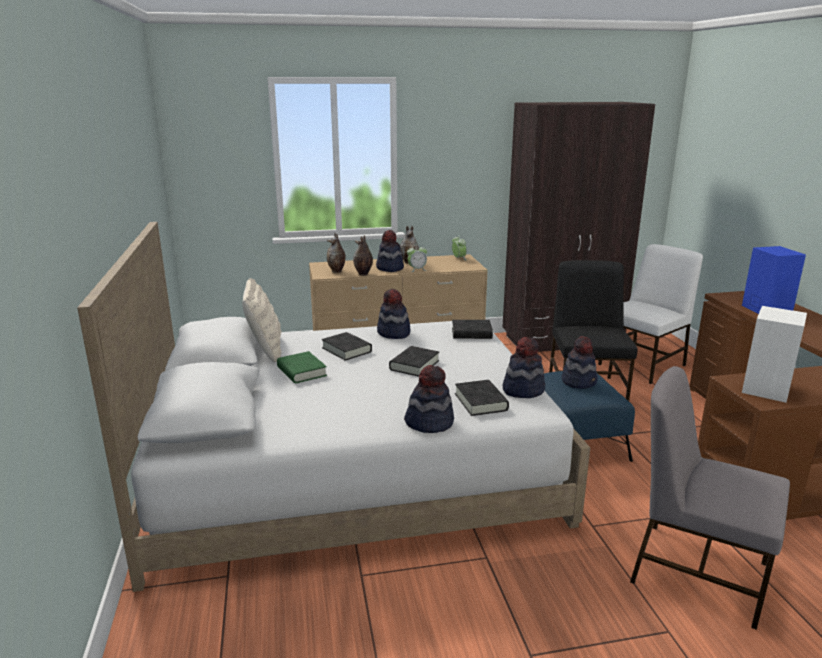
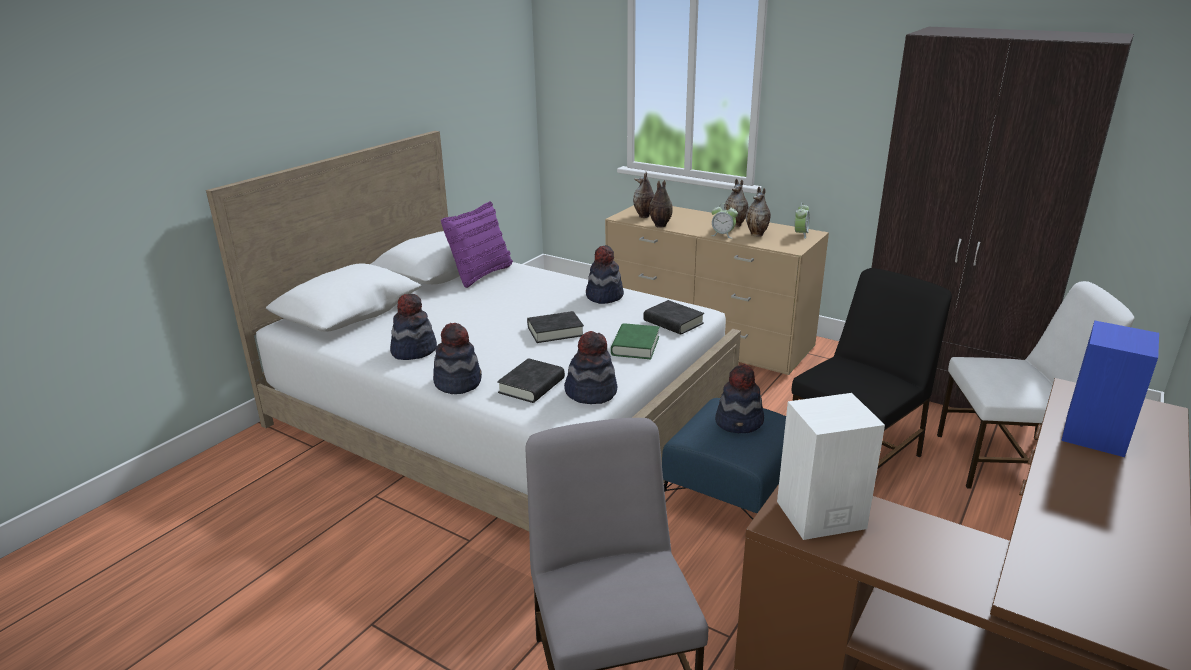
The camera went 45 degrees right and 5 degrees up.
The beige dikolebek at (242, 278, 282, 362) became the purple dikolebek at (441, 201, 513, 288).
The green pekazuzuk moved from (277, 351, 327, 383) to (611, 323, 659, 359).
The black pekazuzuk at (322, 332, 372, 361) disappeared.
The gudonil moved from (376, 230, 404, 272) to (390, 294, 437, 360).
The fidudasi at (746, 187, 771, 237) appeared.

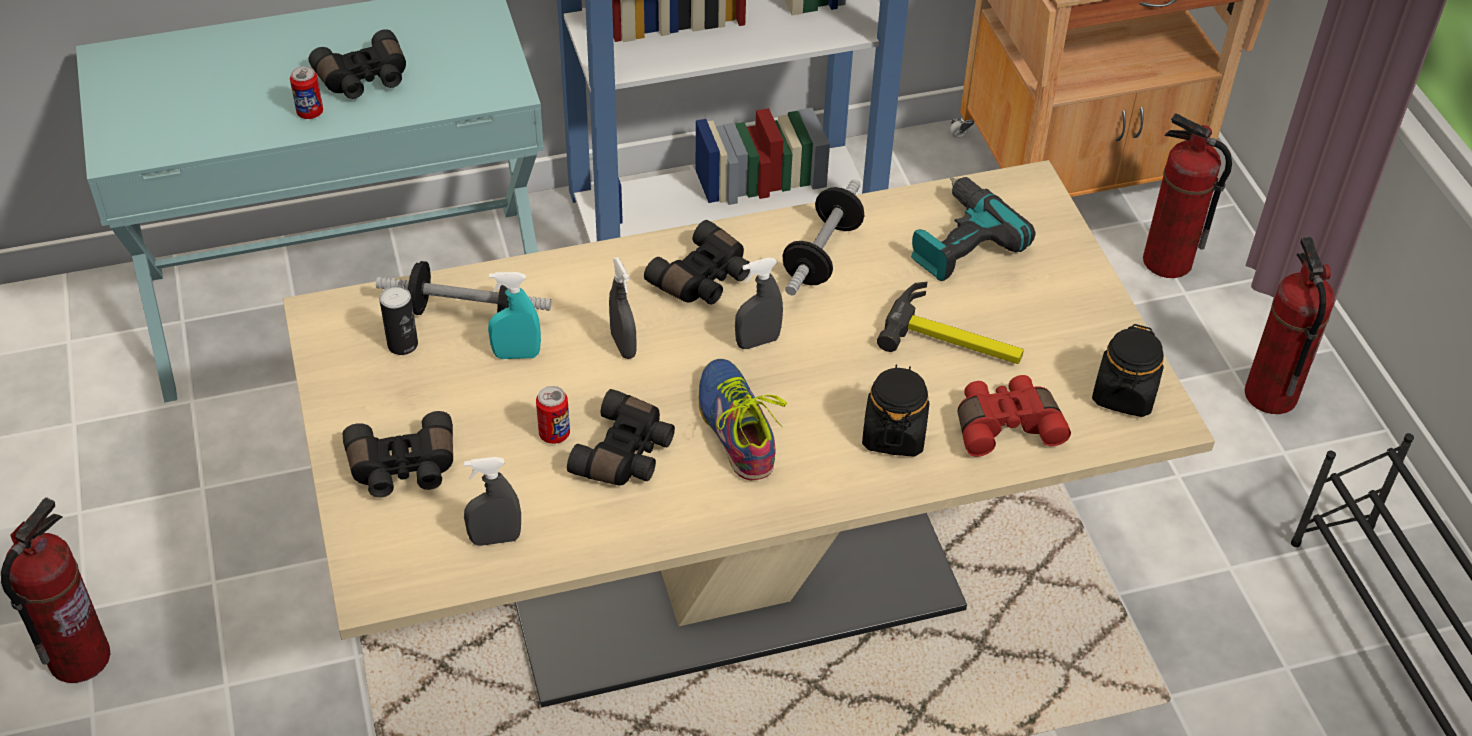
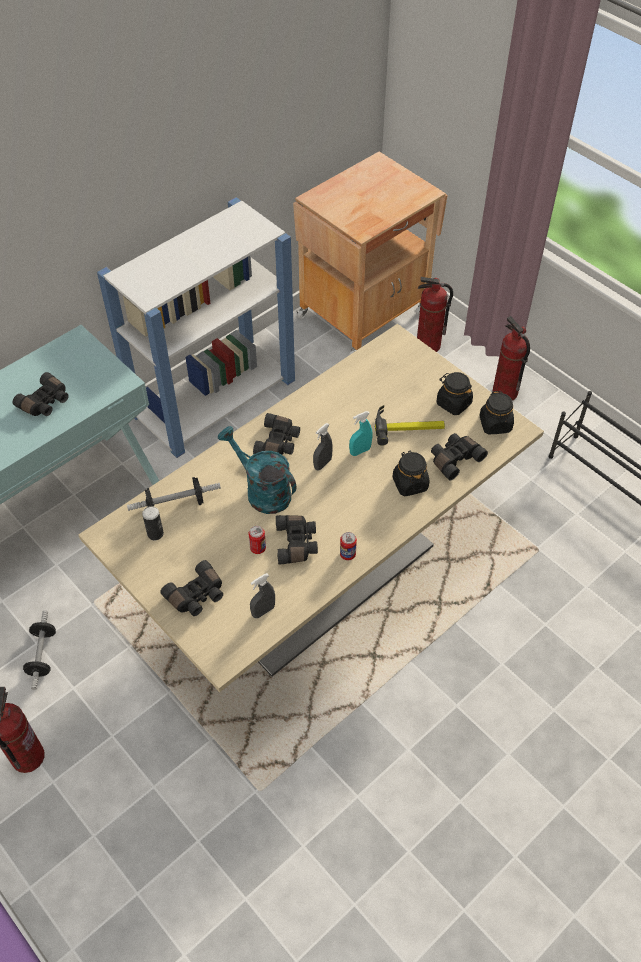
The camera went 25 degrees left and 5 degrees up.
The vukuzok moved from (290, 66, 323, 119) to (340, 532, 357, 560).
The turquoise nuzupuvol moved from (488, 272, 541, 359) to (349, 411, 372, 456).
The grey nuzupuvol at (609, 257, 637, 359) was replaced by the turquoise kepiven at (218, 426, 297, 514).
The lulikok at (699, 359, 787, 480) disappeared.
The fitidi moved from (782, 179, 864, 295) to (23, 611, 56, 690).
The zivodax at (911, 177, 1036, 281) disappeared.
The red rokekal at (958, 375, 1071, 457) became the black rokekal at (431, 433, 488, 480).
The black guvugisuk at (437, 372, 473, 415) appeared.

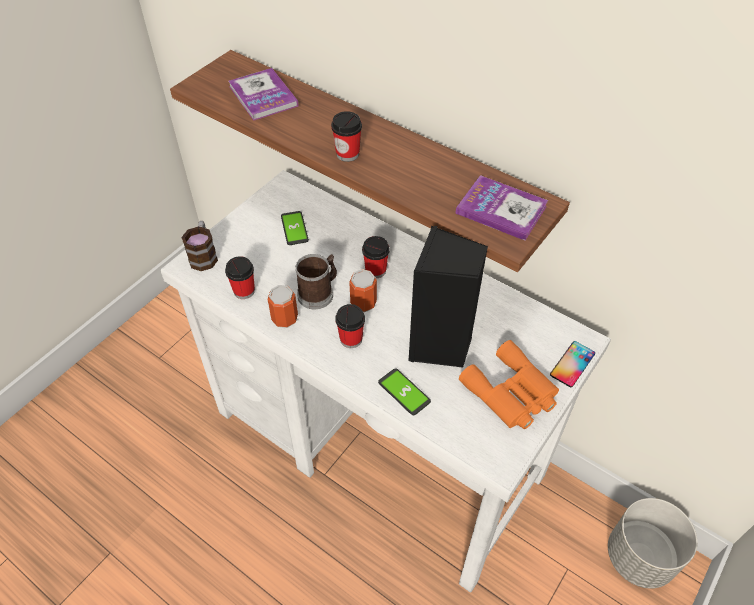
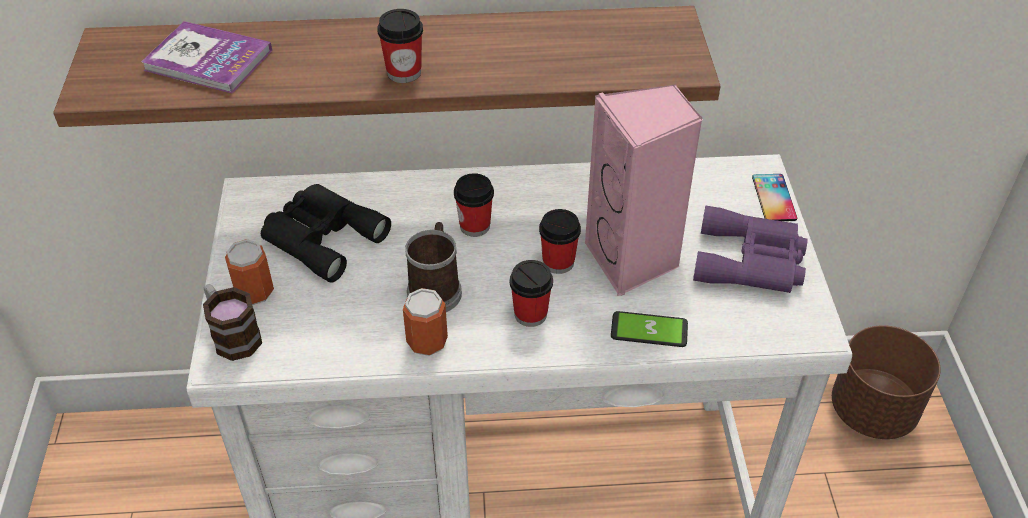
The camera went 40 degrees left and 5 degrees down.
The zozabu moved from (225, 256, 255, 299) to (539, 209, 581, 274).
The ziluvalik at (281, 211, 309, 245) was replaced by the black rokekal at (261, 184, 391, 283).
The vukuzok moved from (349, 269, 377, 312) to (225, 239, 274, 305).
The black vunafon at (409, 226, 488, 367) became the pink vunafon at (585, 84, 703, 296).
The pekazuzuk at (456, 175, 548, 241) disappeared.
The orange rokekal at (459, 340, 559, 429) became the purple rokekal at (693, 205, 808, 293).
The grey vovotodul at (608, 498, 697, 589) became the brown vovotodul at (832, 325, 941, 439).

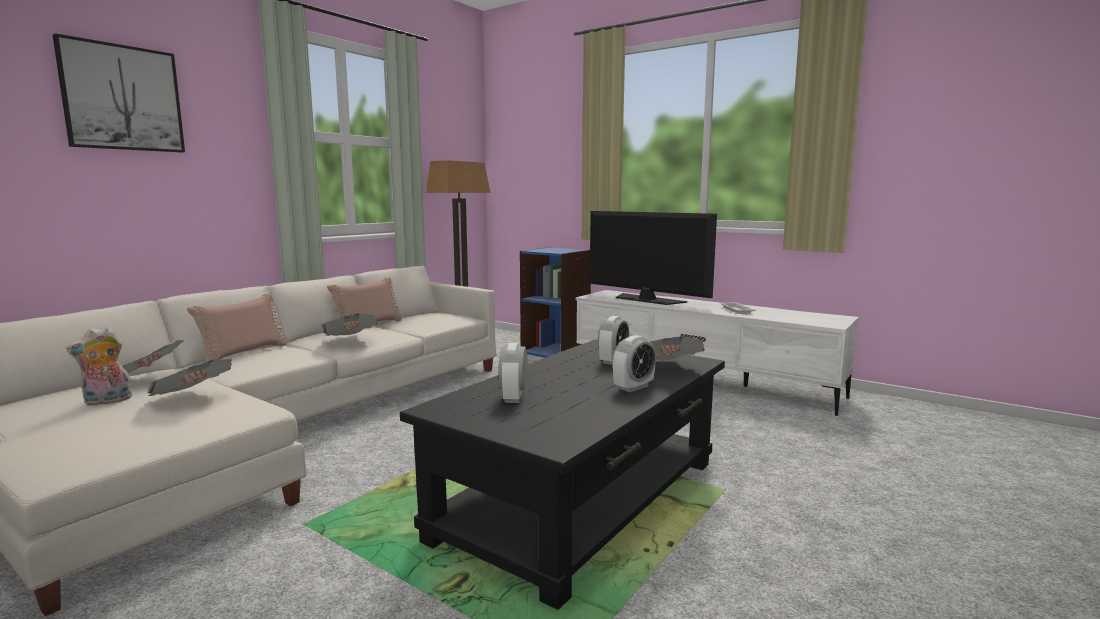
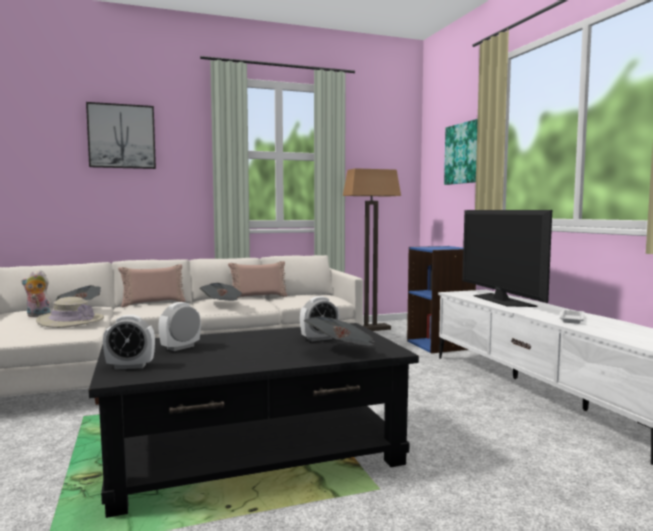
The camera went 35 degrees right and 5 degrees down.
The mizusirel at (147, 359, 232, 396) was replaced by the beige gudonil at (36, 297, 104, 328).
The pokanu moved from (613, 335, 656, 392) to (103, 315, 155, 369).
The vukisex at (444, 119, 478, 185) appeared.

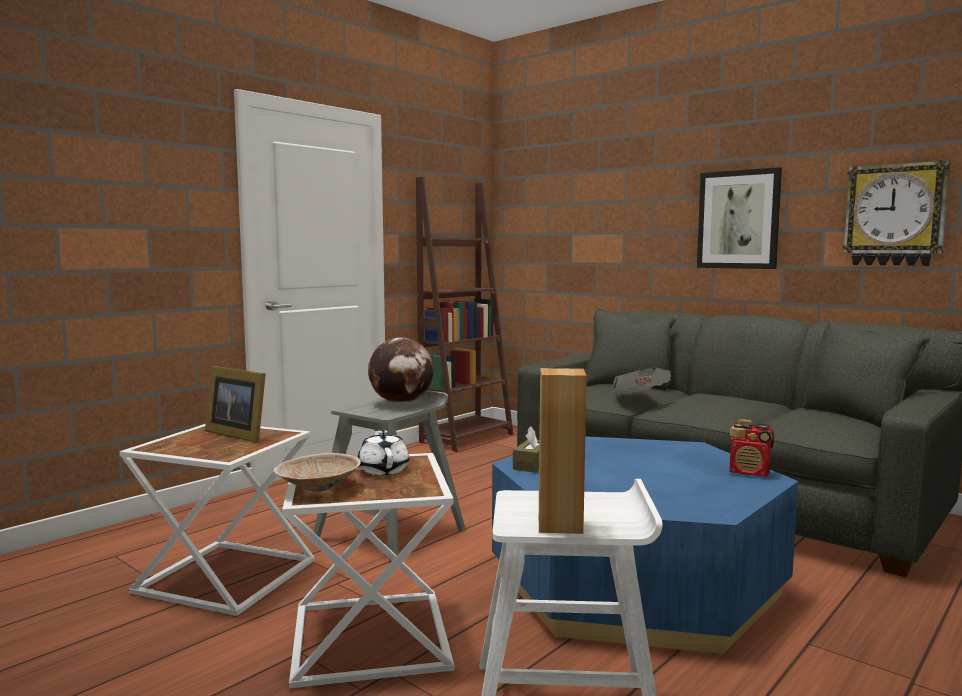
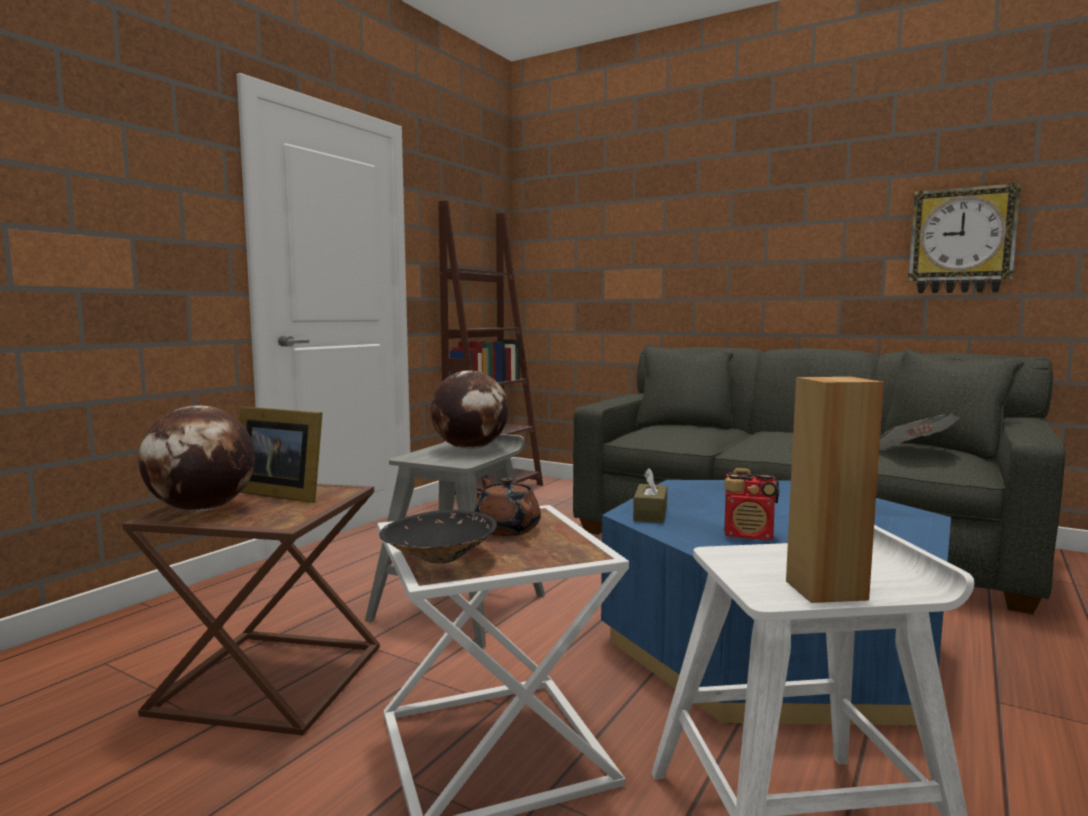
The camera went 10 degrees left and 0 degrees up.
The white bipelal at (120, 424, 315, 616) became the brown bipelal at (122, 484, 380, 736).
The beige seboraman at (273, 453, 361, 492) became the black seboraman at (379, 510, 497, 564).
The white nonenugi at (357, 429, 409, 475) became the brown nonenugi at (474, 477, 541, 536).
The mizusirel moved from (613, 368, 671, 392) to (880, 413, 960, 444).
The vukisex at (697, 167, 782, 269) disappeared.
The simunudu moved from (729, 419, 774, 477) to (724, 468, 779, 540).
The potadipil at (139, 405, 255, 512) appeared.

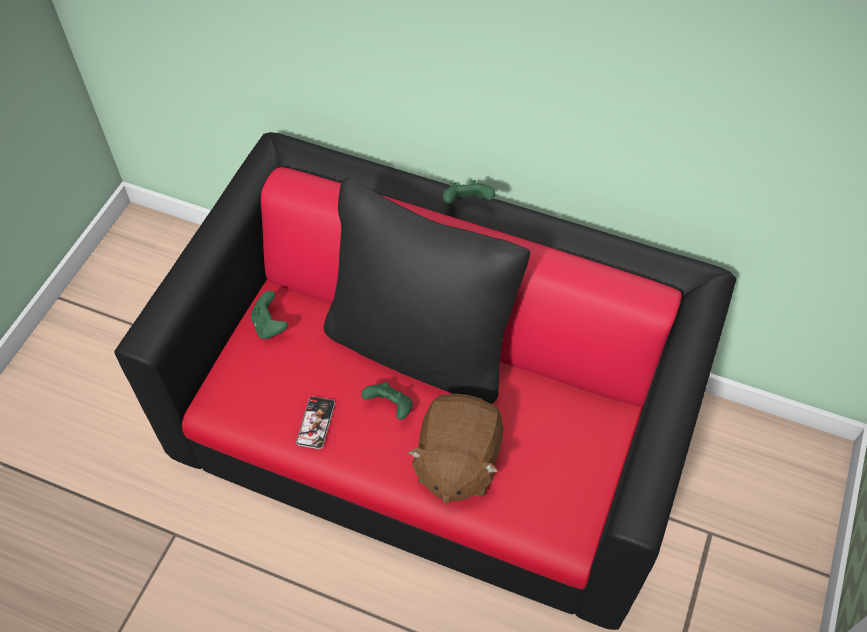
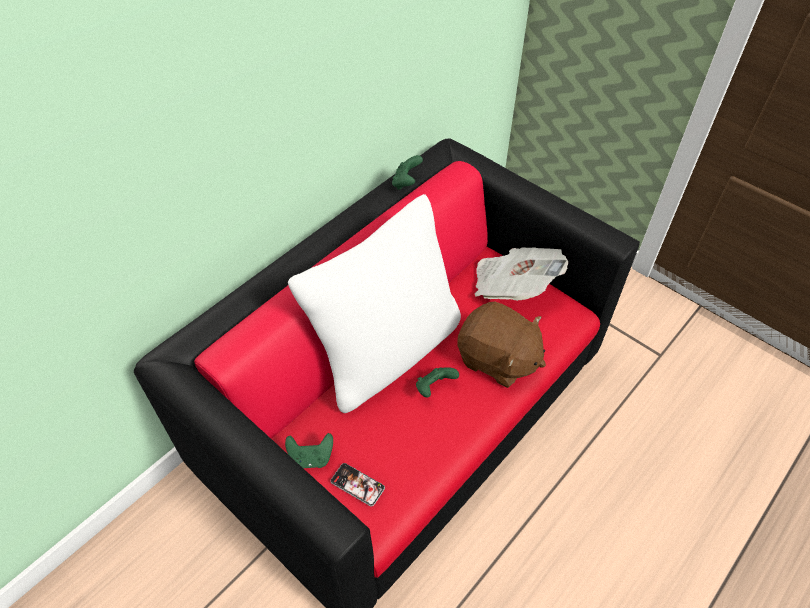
The camera went 70 degrees left and 5 degrees down.
The ziluvalik moved from (296, 396, 335, 449) to (330, 463, 385, 507).
The black dikolebek at (324, 178, 530, 404) became the white dikolebek at (288, 194, 461, 413).
The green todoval moved from (443, 180, 495, 204) to (392, 155, 423, 190).
The mizusirel at (475, 247, 568, 301) appeared.

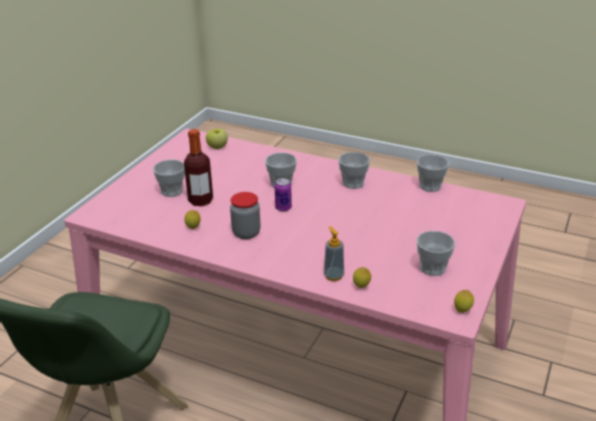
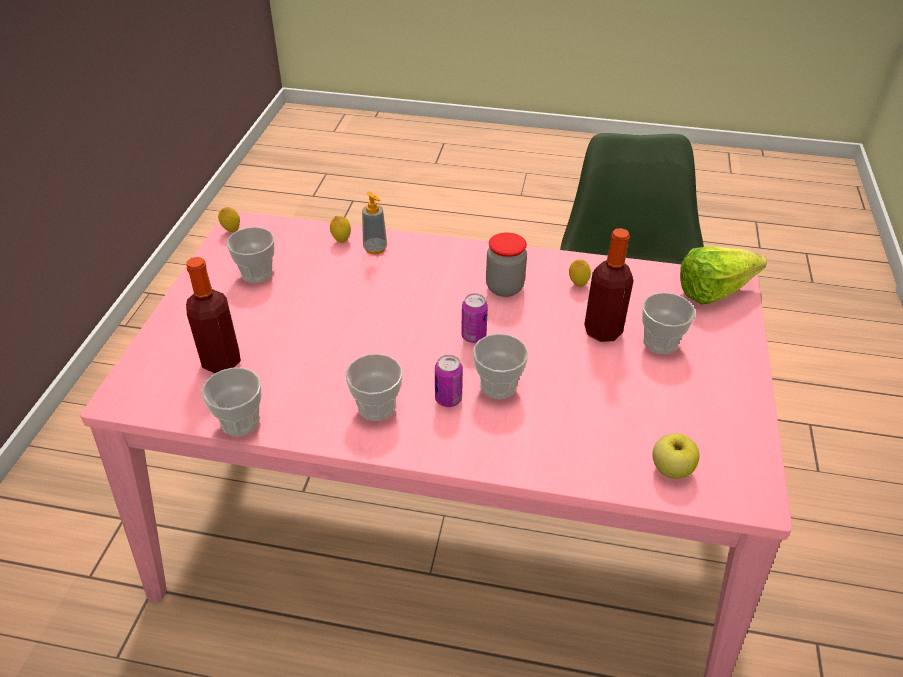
The camera went 165 degrees right and 10 degrees up.
The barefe at (186, 257, 241, 373) appeared.
The vukuzok at (435, 355, 463, 407) appeared.
The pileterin at (680, 247, 767, 305) appeared.

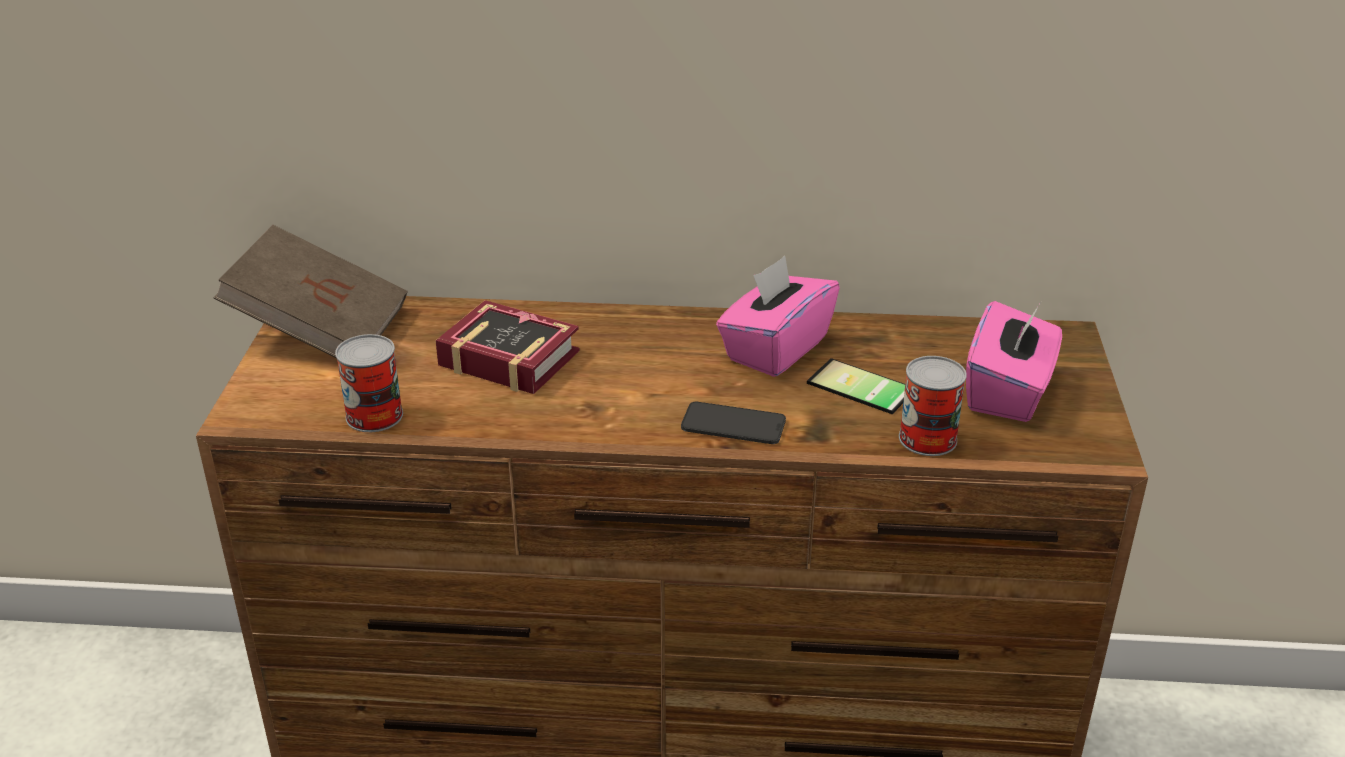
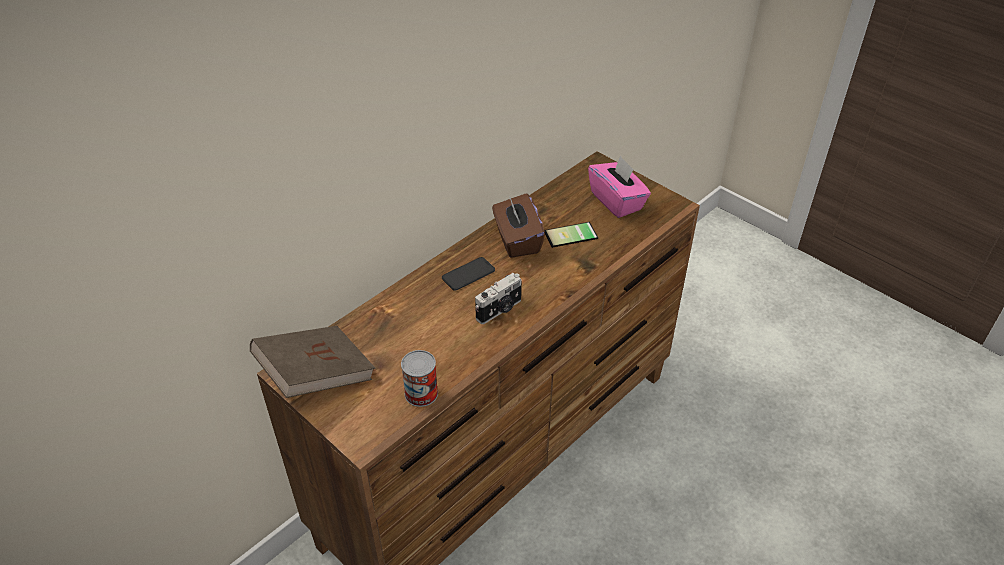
The camera went 50 degrees left and 10 degrees up.
The pekazuzuk at (435, 300, 580, 394) disappeared.
The ziluvalik moved from (681, 402, 786, 444) to (442, 257, 495, 291).
The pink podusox at (716, 256, 840, 377) became the brown podusox at (492, 193, 545, 258).
The vukuzok at (899, 356, 967, 456) disappeared.
The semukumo at (475, 273, 522, 324) appeared.

